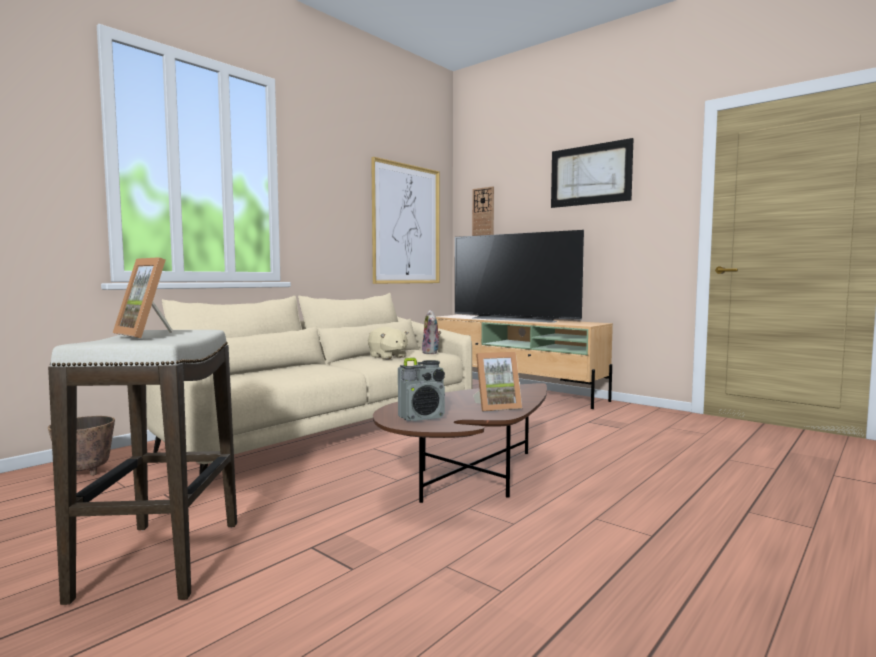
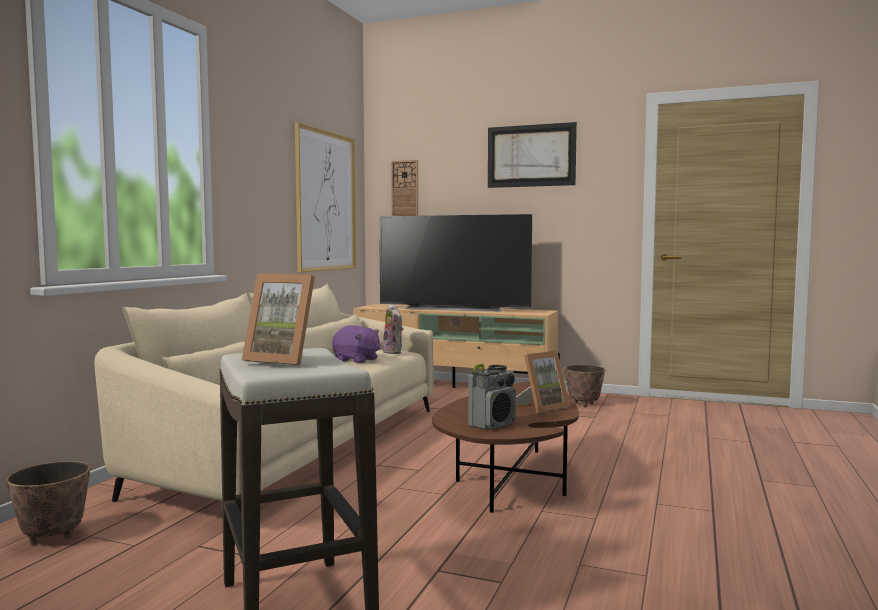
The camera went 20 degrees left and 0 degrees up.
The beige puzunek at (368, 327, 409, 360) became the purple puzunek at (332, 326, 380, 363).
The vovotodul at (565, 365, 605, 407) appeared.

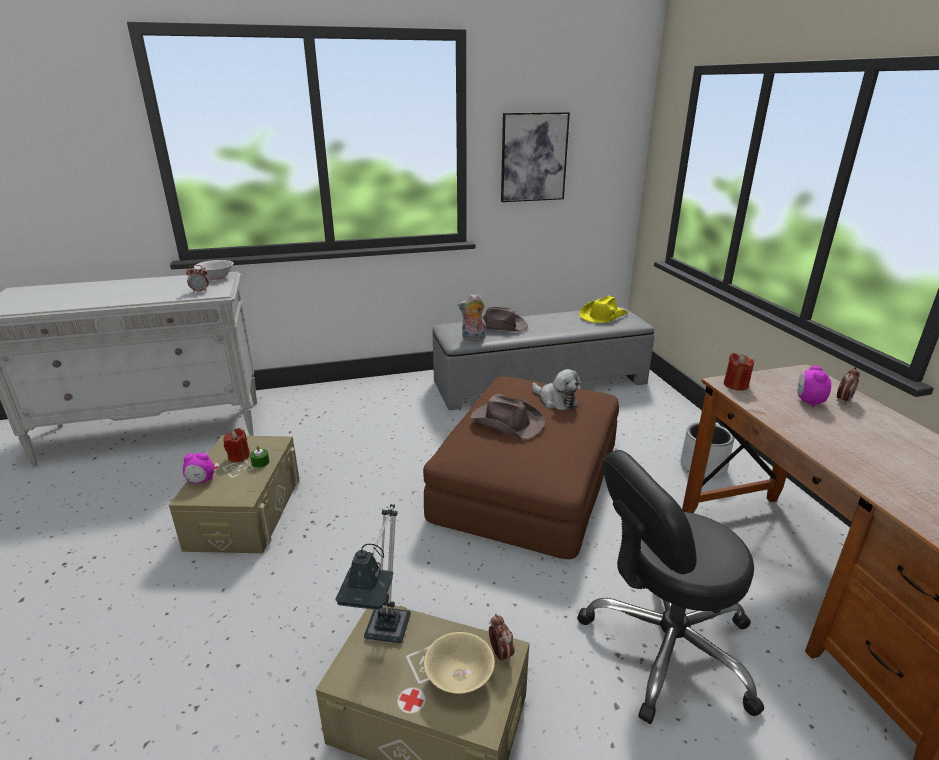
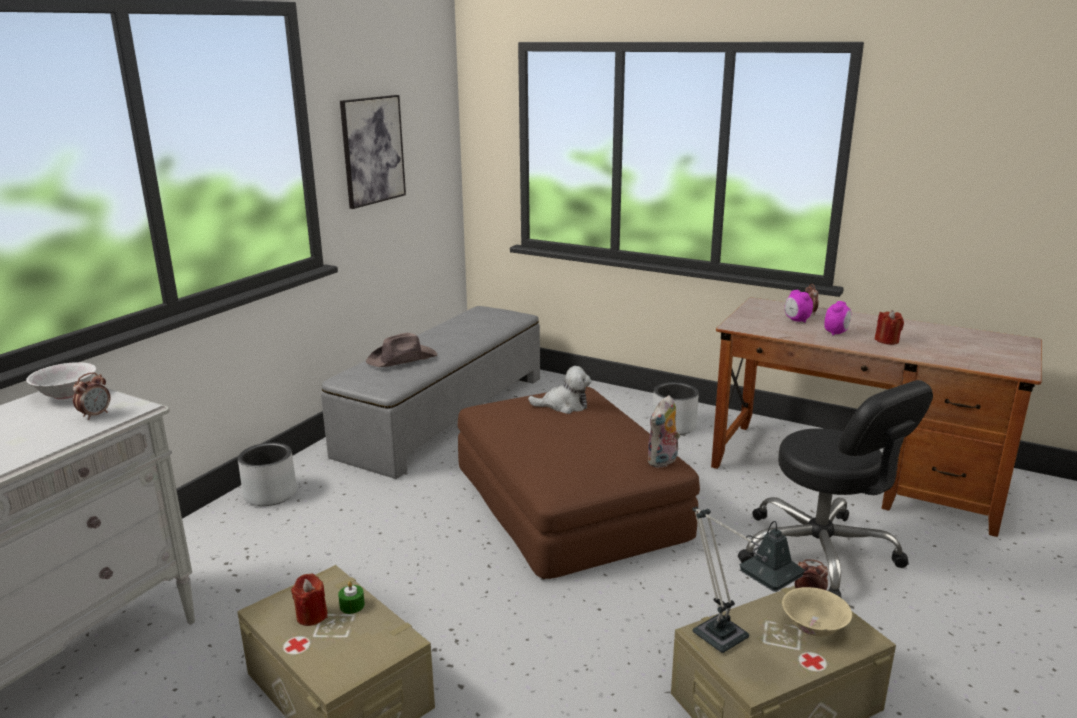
The camera went 45 degrees left and 5 degrees down.
The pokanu moved from (183, 452, 214, 484) to (825, 301, 851, 335).
The puzunek moved from (458, 294, 486, 341) to (648, 395, 680, 468).
The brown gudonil at (470, 394, 545, 439) disappeared.
The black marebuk at (577, 450, 764, 724) turned 60 degrees counterclockwise.
The yellow gudonil at (579, 295, 628, 323) disappeared.
The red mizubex moved from (724, 353, 754, 390) to (875, 310, 904, 345).
The grey vovotodul at (238, 442, 297, 506) appeared.

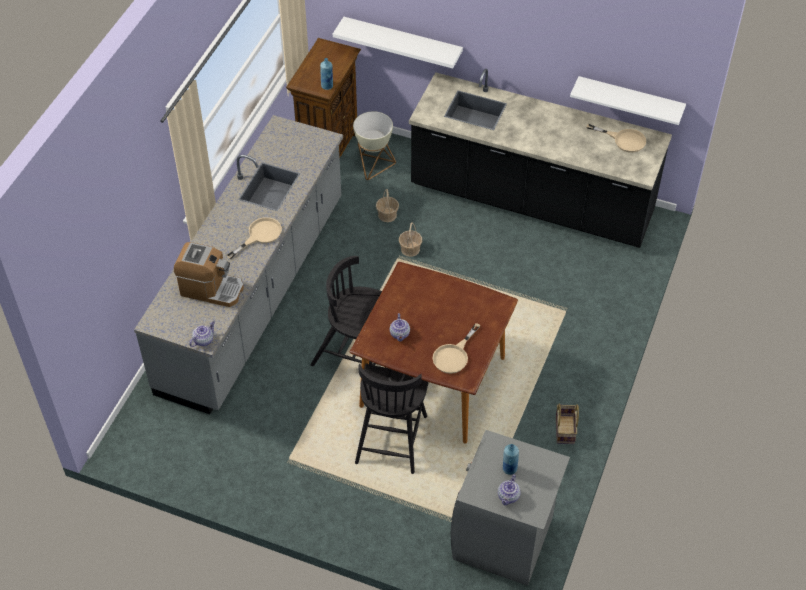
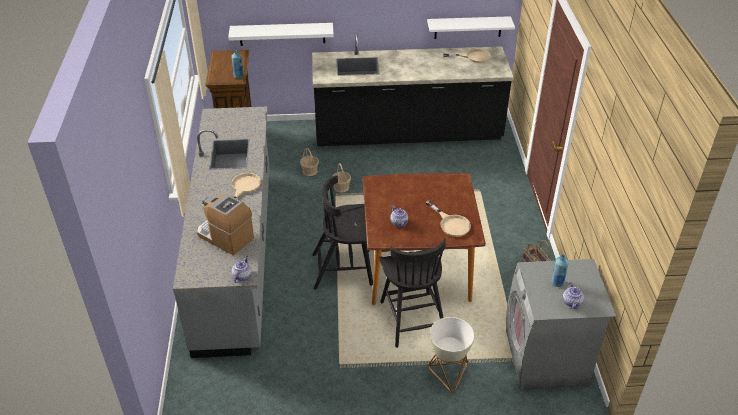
The camera went 25 degrees left and 10 degrees down.
The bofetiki at (174, 242, 244, 307) turned 135 degrees counterclockwise.
The vovotodul moved from (353, 111, 396, 180) to (428, 317, 475, 393).
The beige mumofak at (433, 323, 480, 374) turned 45 degrees counterclockwise.

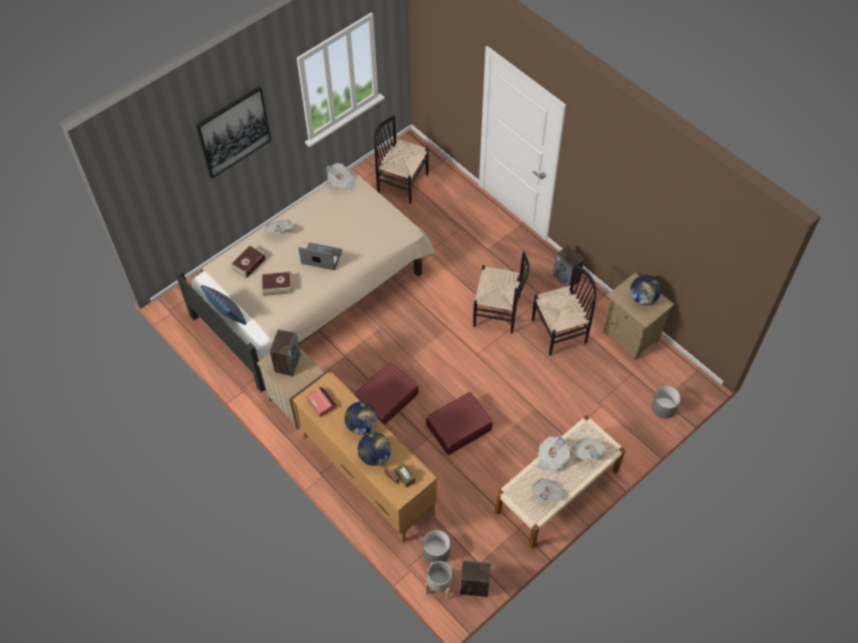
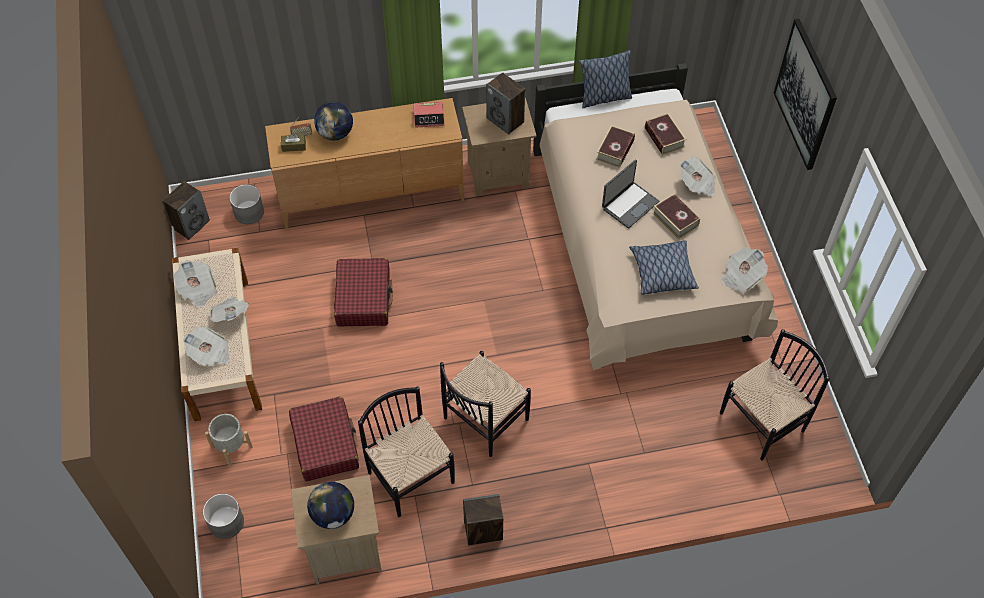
The camera went 120 degrees right and 0 degrees up.
The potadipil at (345, 402, 378, 435) disappeared.
The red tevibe moved from (354, 362, 419, 425) to (289, 397, 359, 481).
The grey vovotodul moved from (425, 561, 454, 599) to (205, 414, 253, 466).
The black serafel at (532, 264, 597, 356) turned 135 degrees clockwise.
The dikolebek at (629, 240, 699, 295) appeared.
The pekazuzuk at (652, 194, 700, 239) appeared.

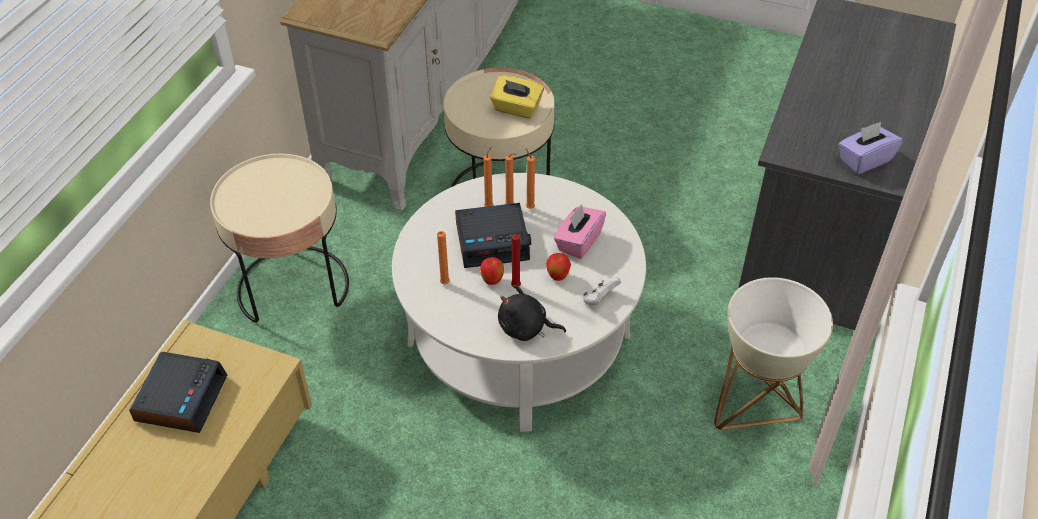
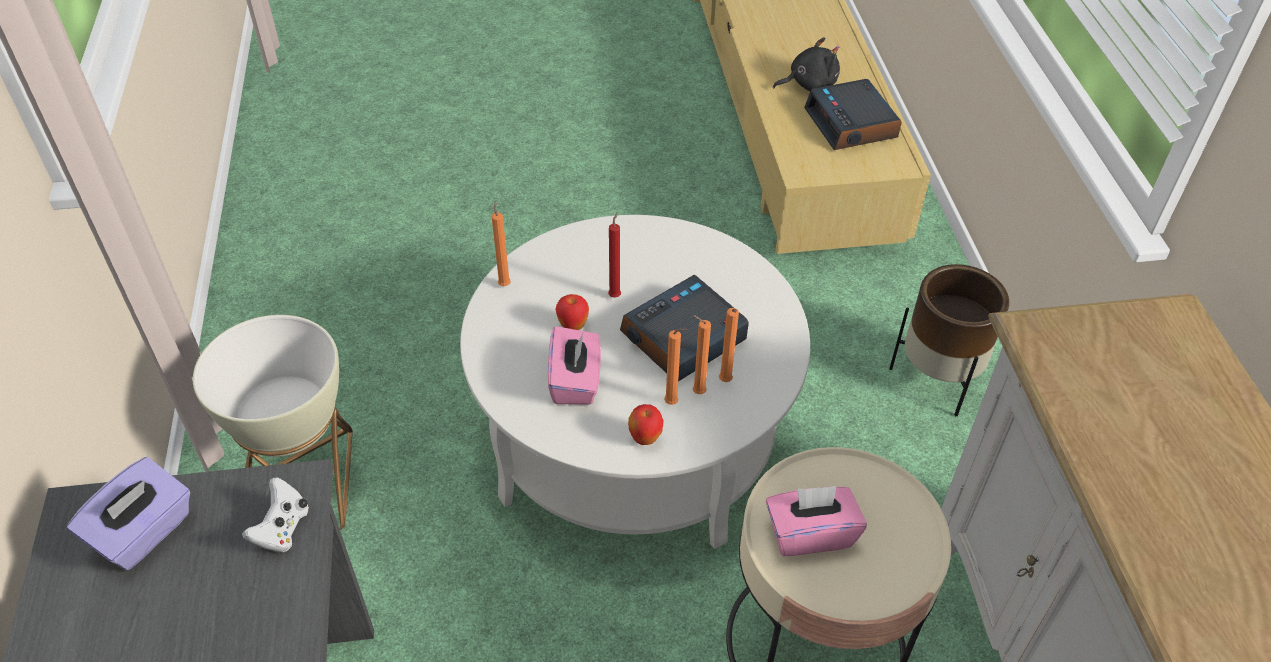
The camera went 150 degrees right and 0 degrees up.
The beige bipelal at (210, 154, 349, 322) was replaced by the brown vovotodul at (889, 264, 1009, 416).
The orange mizubex moved from (437, 231, 450, 284) to (491, 200, 511, 286).
The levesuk moved from (480, 257, 504, 285) to (628, 404, 664, 445).
The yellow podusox at (490, 75, 544, 119) became the pink podusox at (766, 486, 867, 556).
The black puzunek moved from (498, 285, 566, 341) to (773, 37, 840, 92).
The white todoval moved from (583, 278, 621, 306) to (242, 478, 309, 553).

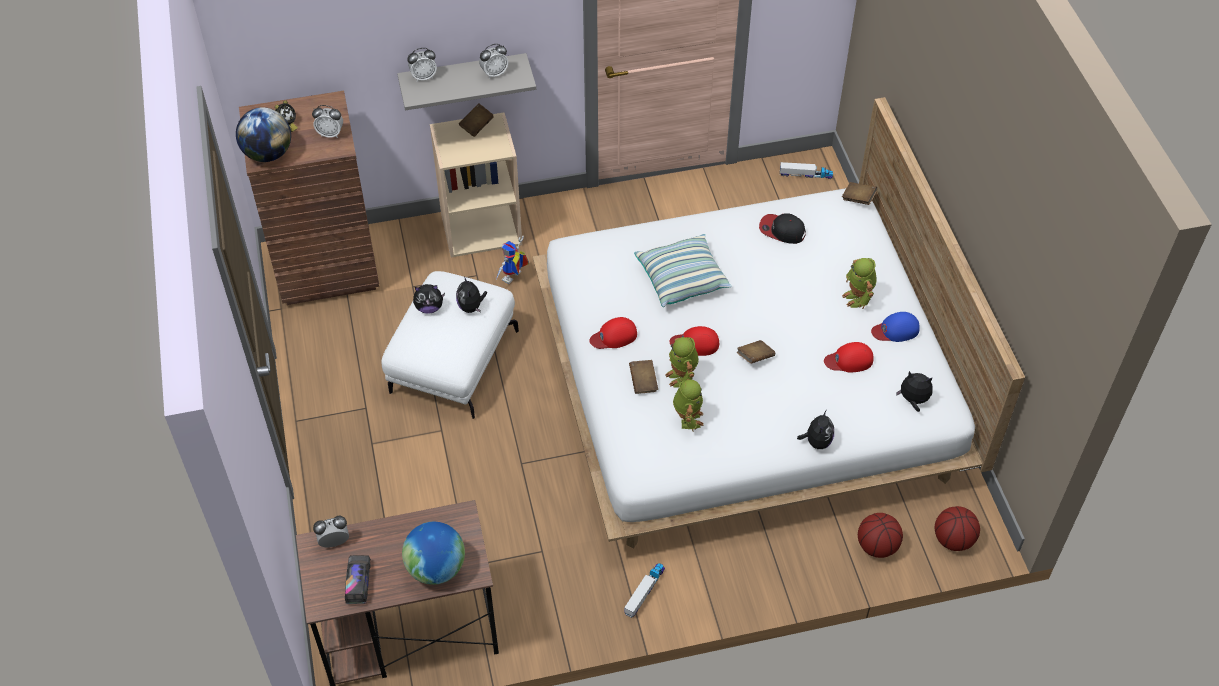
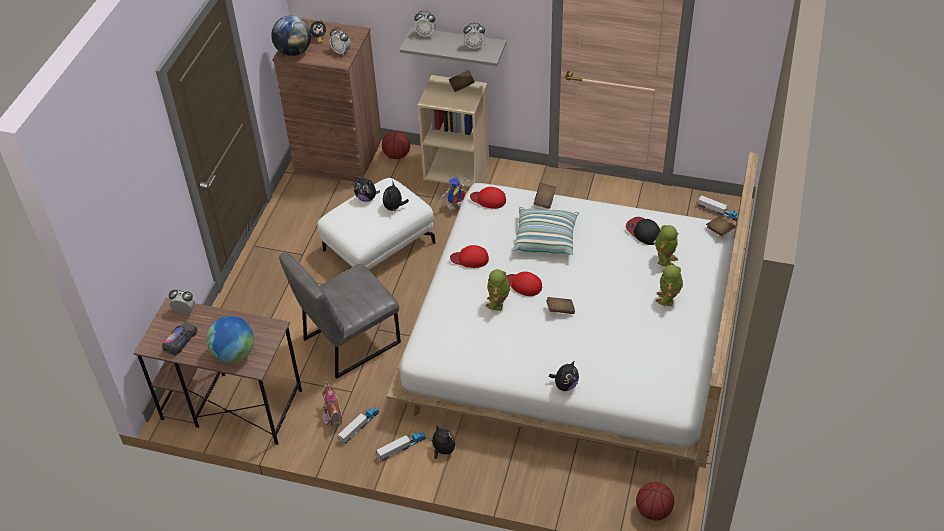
The camera went 30 degrees right and 5 degrees down.
The brown pekazuzuk moved from (629, 360, 658, 394) to (534, 183, 556, 209).
The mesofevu moved from (673, 379, 704, 431) to (655, 225, 679, 267).
The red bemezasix moved from (824, 342, 873, 372) to (470, 187, 506, 209).
The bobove moved from (858, 513, 903, 558) to (382, 131, 410, 159).
The blue bemezasix at (871, 312, 920, 342) disappeared.
The puzunek moved from (896, 371, 933, 412) to (428, 425, 455, 459).
The grey serafel at (279, 252, 401, 379) appeared.
The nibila at (322, 381, 343, 429) appeared.
The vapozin at (338, 407, 379, 444) appeared.

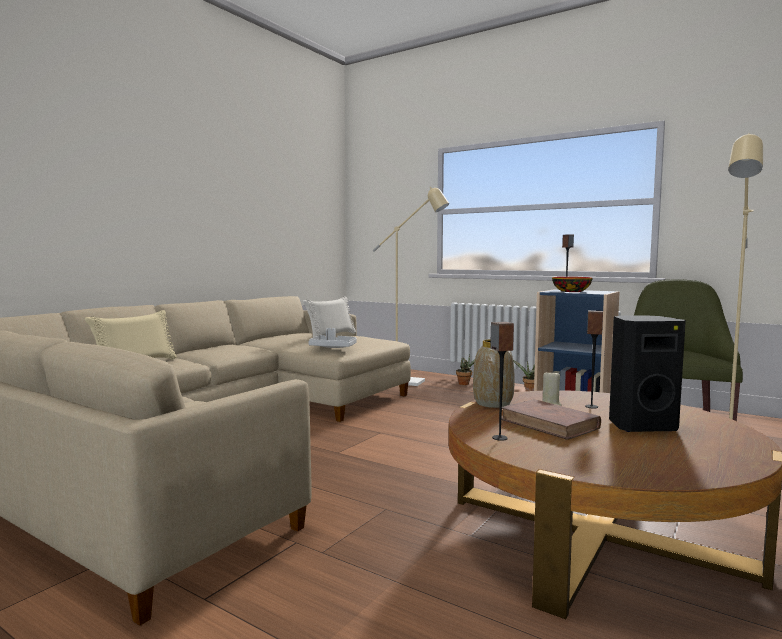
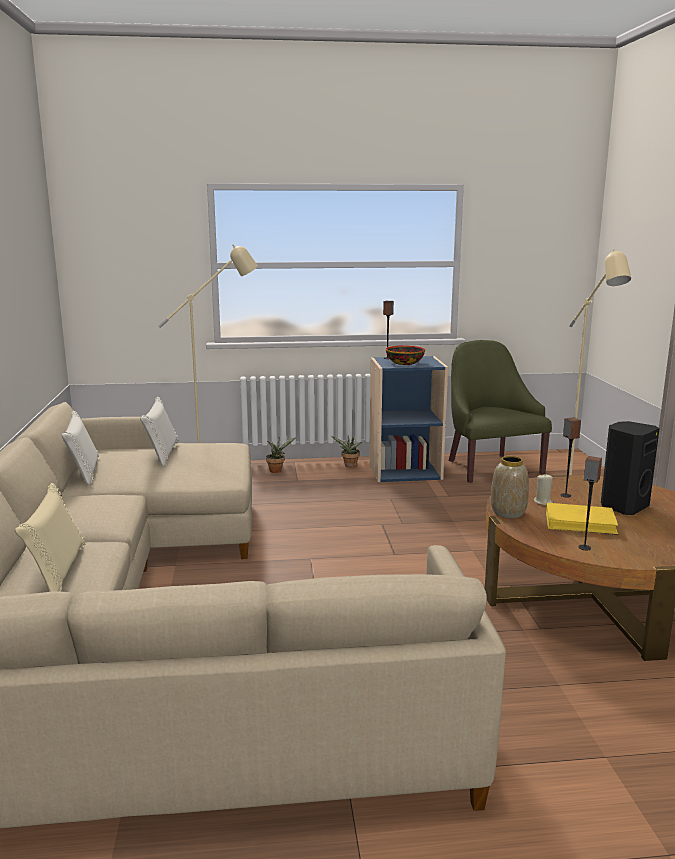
The camera went 40 degrees left and 10 degrees up.
The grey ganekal at (308, 328, 357, 348) disappeared.
The brown pekazuzuk at (501, 399, 601, 440) became the yellow pekazuzuk at (546, 503, 619, 535).
The white dikolebek at (61, 411, 99, 485) appeared.

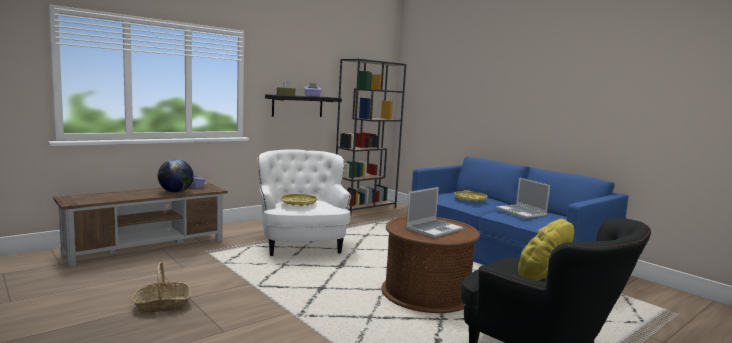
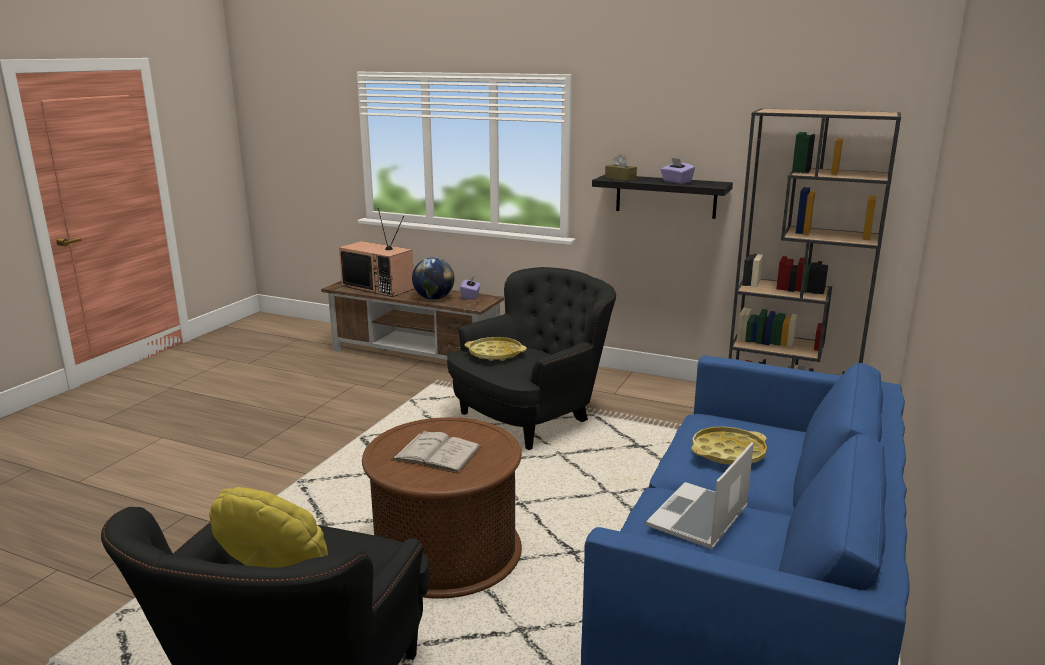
The camera went 65 degrees right and 10 degrees up.
The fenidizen at (133, 262, 191, 313) disappeared.
The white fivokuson at (257, 149, 351, 256) became the black fivokuson at (447, 267, 616, 450).
The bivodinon at (406, 187, 463, 238) was replaced by the white pekazuzuk at (391, 431, 482, 474).
The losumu at (339, 208, 414, 297) appeared.

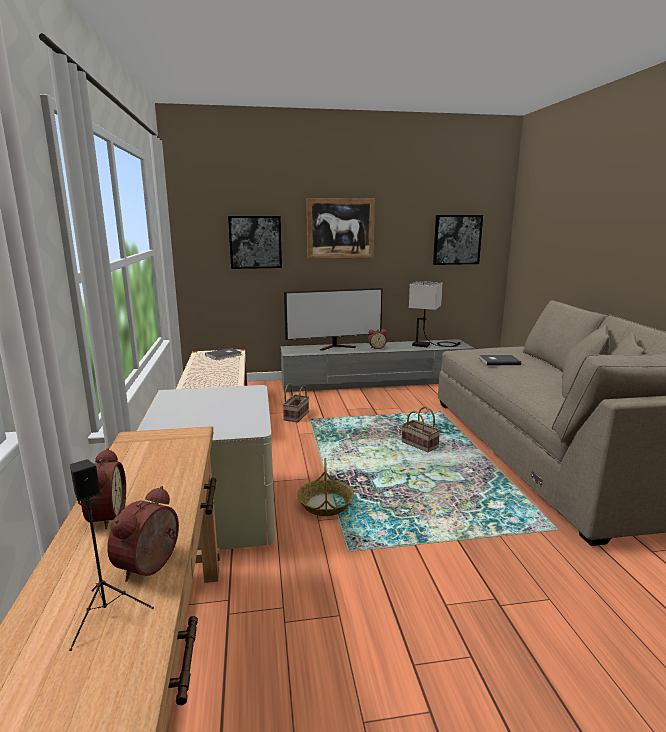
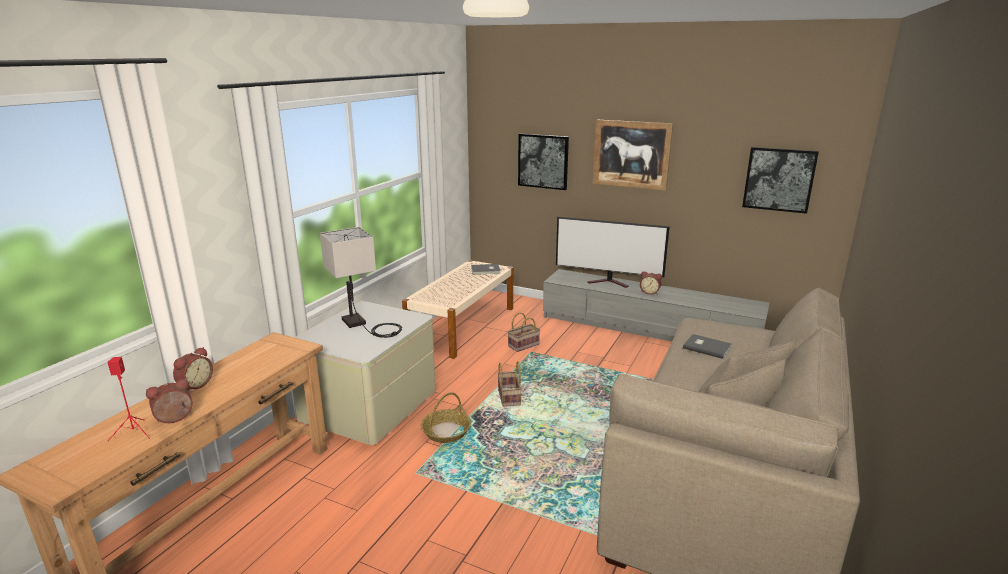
The camera went 35 degrees right and 5 degrees up.
The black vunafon at (69, 459, 154, 651) became the red vunafon at (108, 357, 150, 441).
The fenidizen moved from (402, 406, 440, 452) to (498, 361, 522, 407).
The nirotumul moved from (409, 281, 461, 347) to (320, 227, 402, 338).

